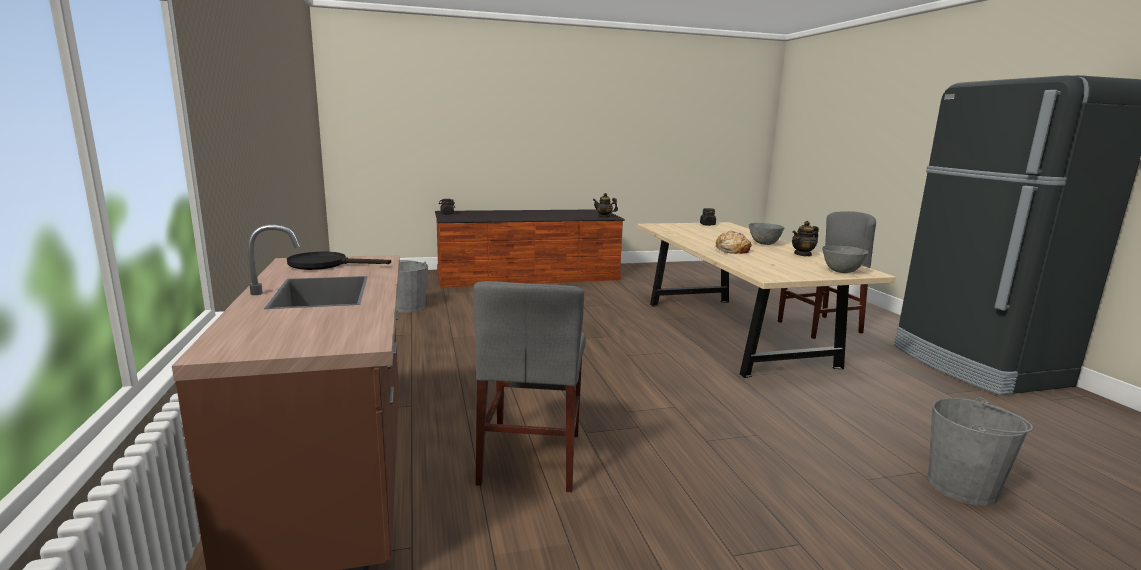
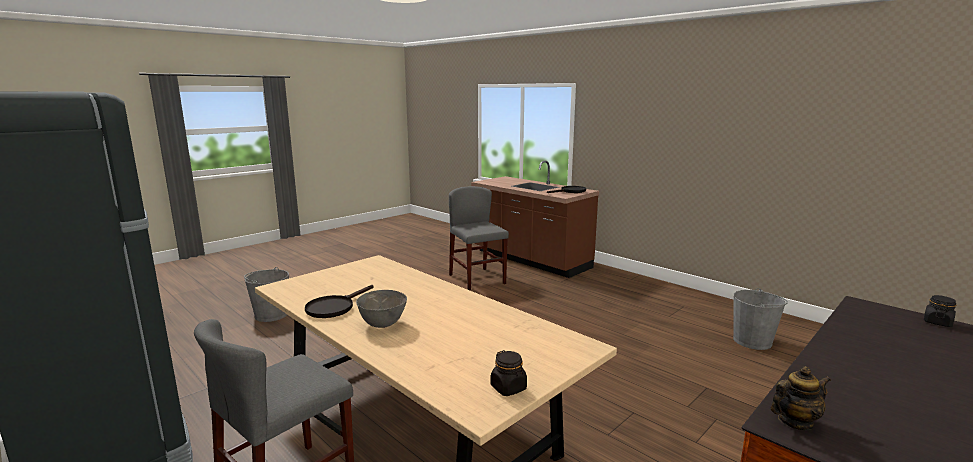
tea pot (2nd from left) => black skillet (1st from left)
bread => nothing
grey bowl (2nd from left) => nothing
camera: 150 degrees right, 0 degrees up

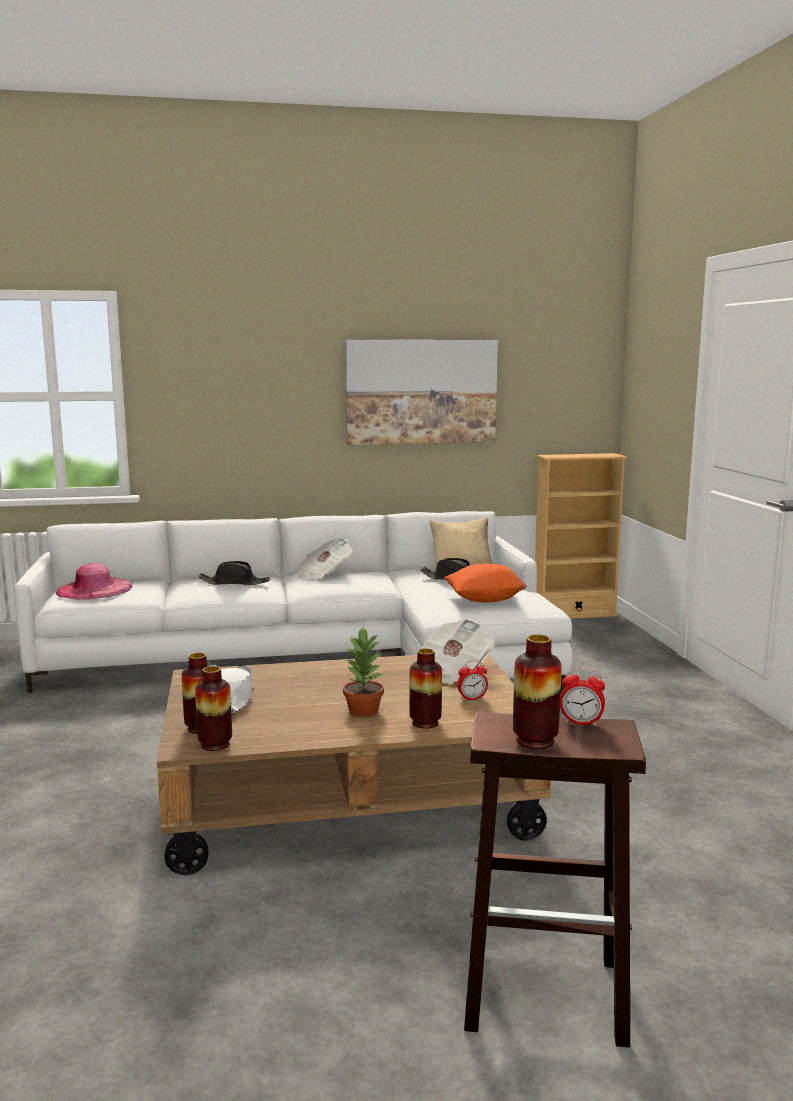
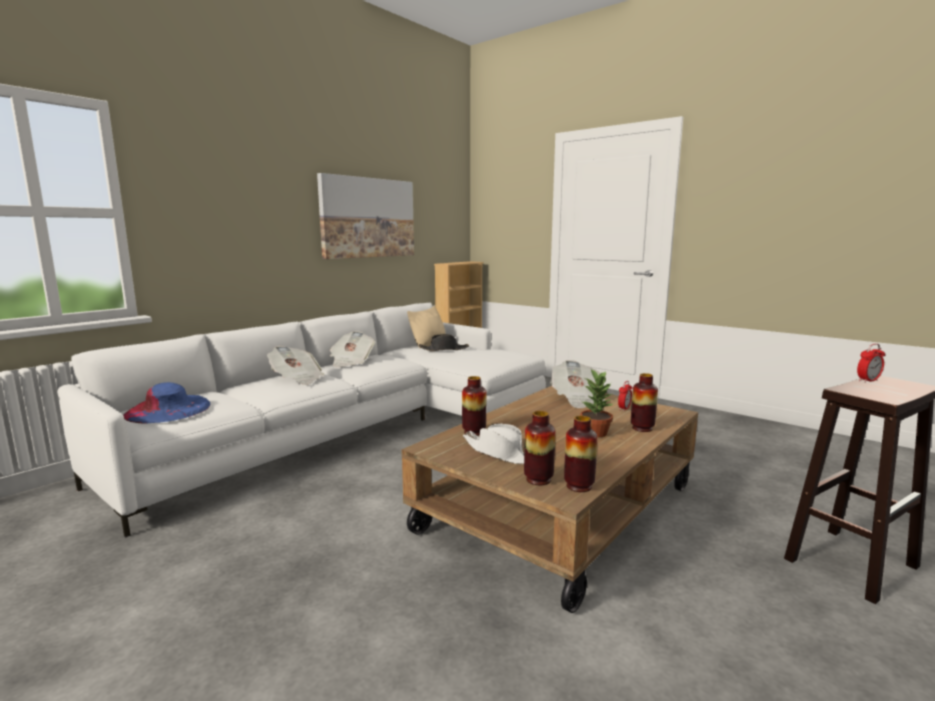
black clothing hat (1st from left) => newspaper (1st from left)
pinkish clothing hat => blue-coloured clothing hat
orange pillow => nothing
flower vase (4th from left in the first image) => flower vase (1st from left), move
camera: 40 degrees left, 0 degrees up

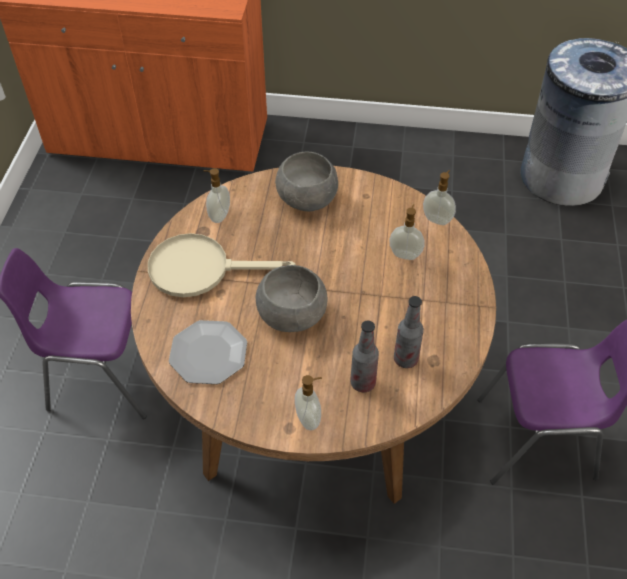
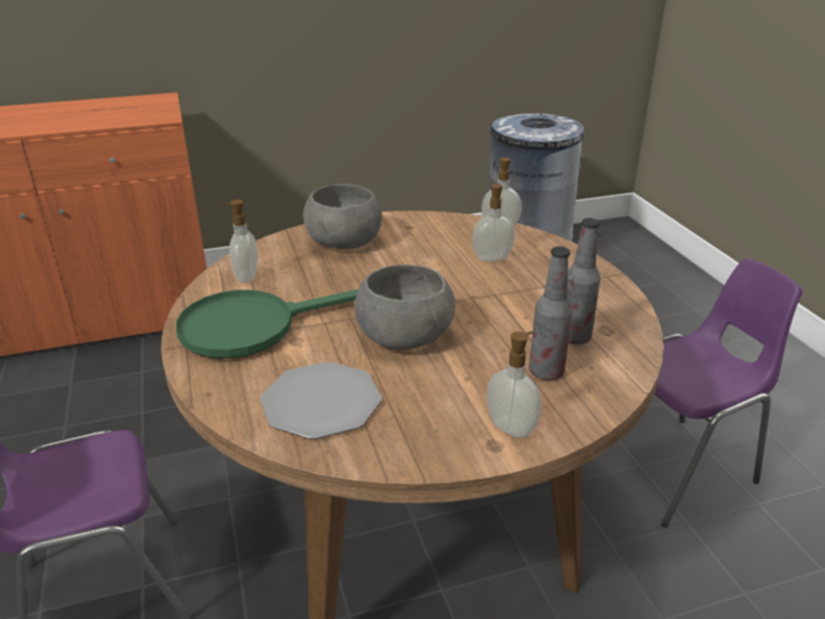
beige-coloured skillet => green-coloured skillet
camera: 25 degrees left, 20 degrees down

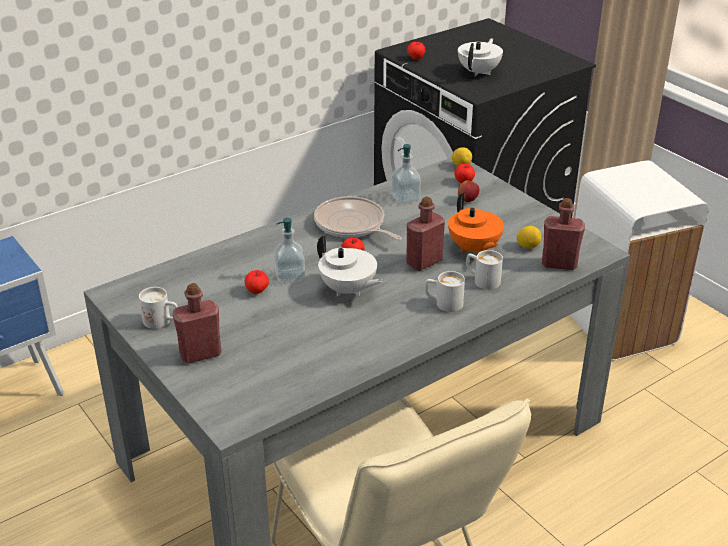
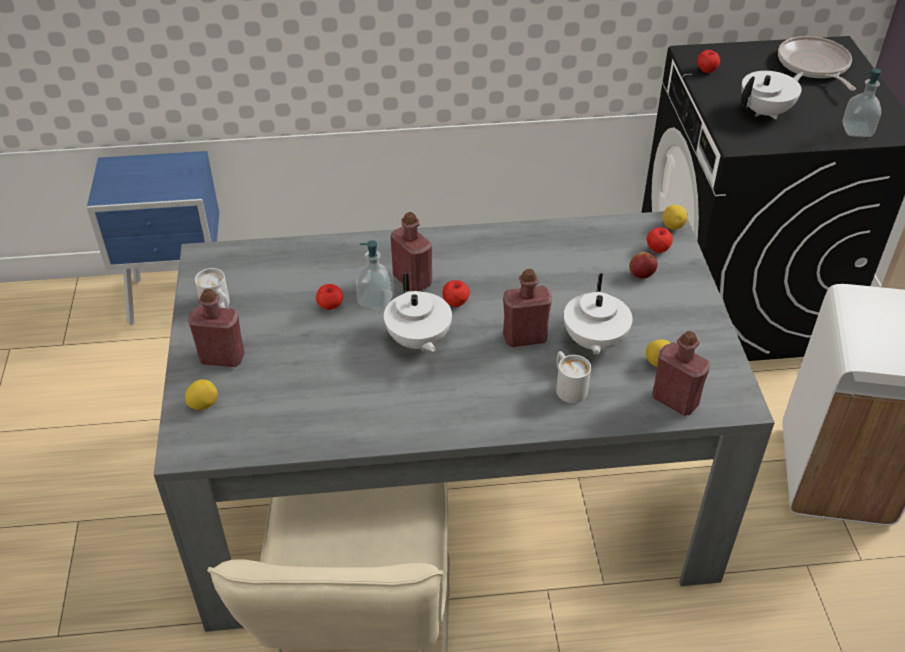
soap dispenser (2nd from left), move
orange tea pot => whitish tea pot (2nd from left)
skillet, move
whitish coffee mug (2nd from left) => nothing
nothing => red bottle (2nd from left)
nothing => whole lemon (1st from left)
camera: 30 degrees right, 10 degrees up

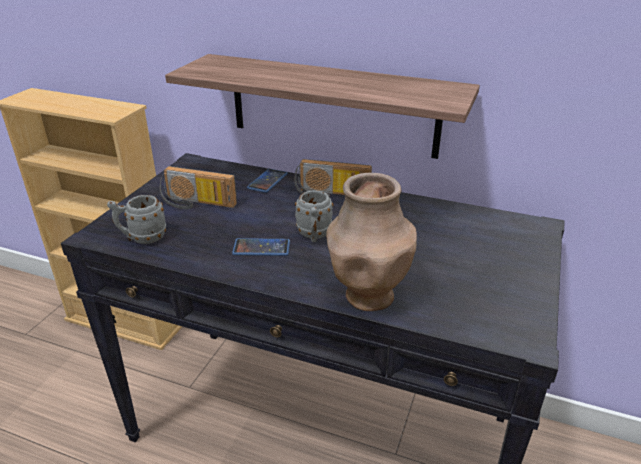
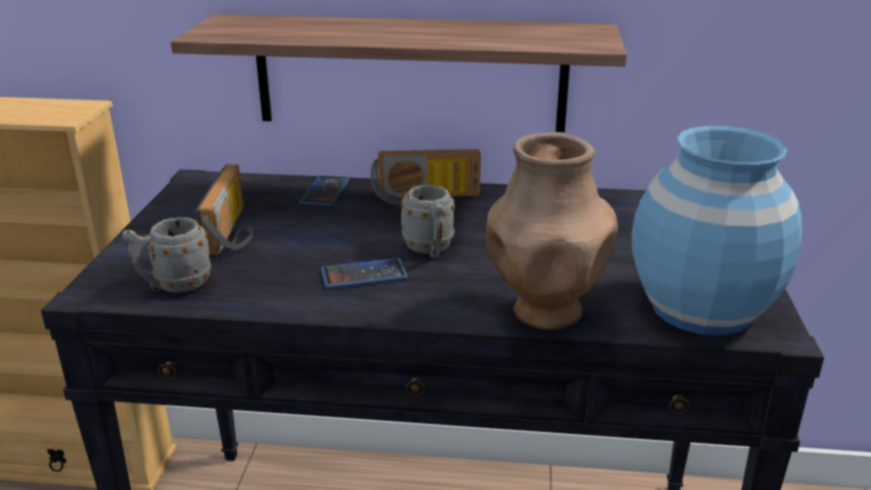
radio (1st from left), 90 degrees counterclockwise
nothing => blue-coloured flower vase
camera: 15 degrees left, 5 degrees down

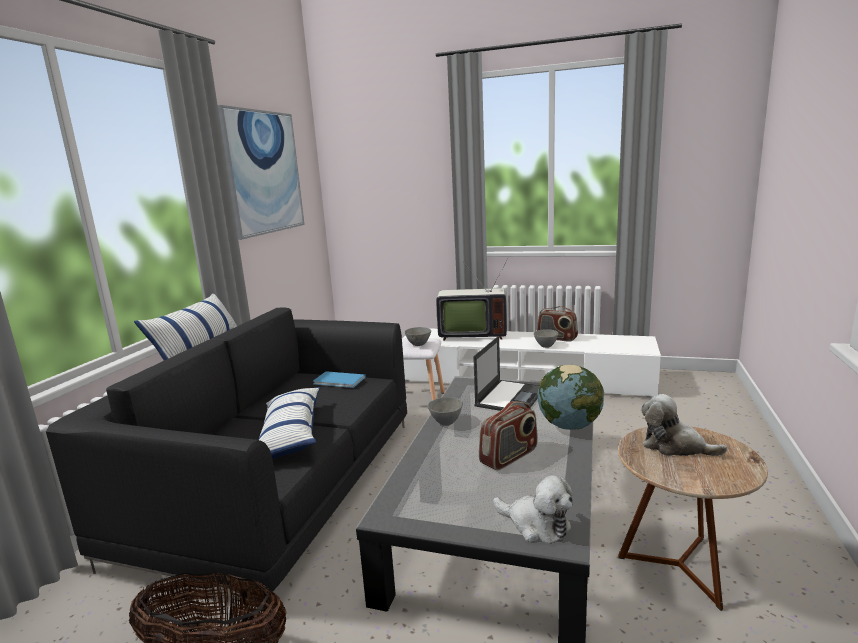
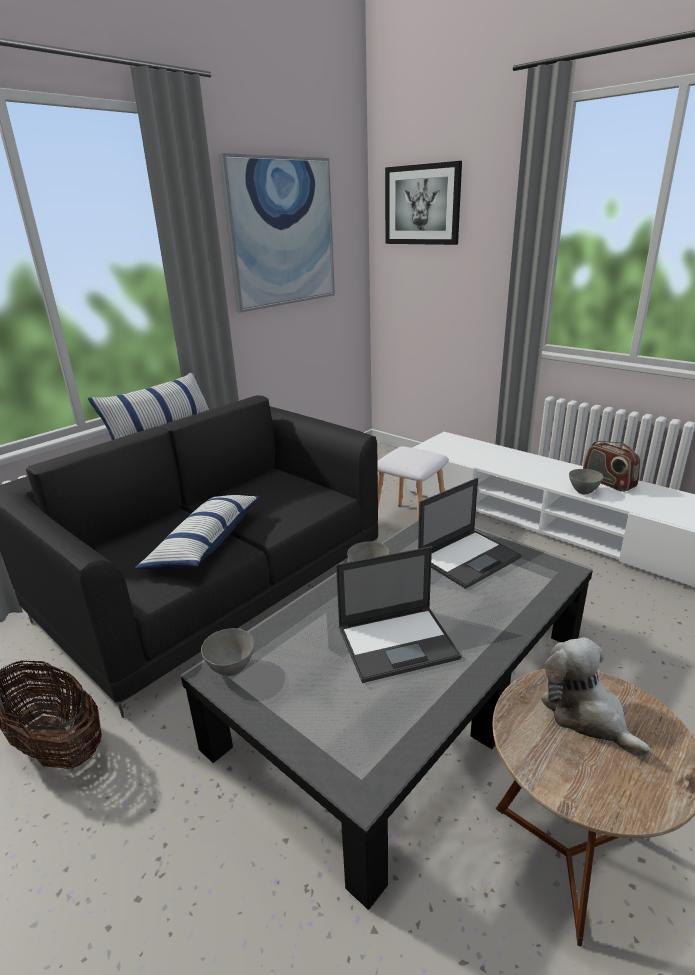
television => nothing
grey bowl (1st from left), move
world globe => nothing
blue-coloured bound book => nothing
radio (1st from left) => portable computer (1st from left)
plush toy (1st from left) => nothing
nothing => picture (2nd from left)
camera: 25 degrees right, 10 degrees up

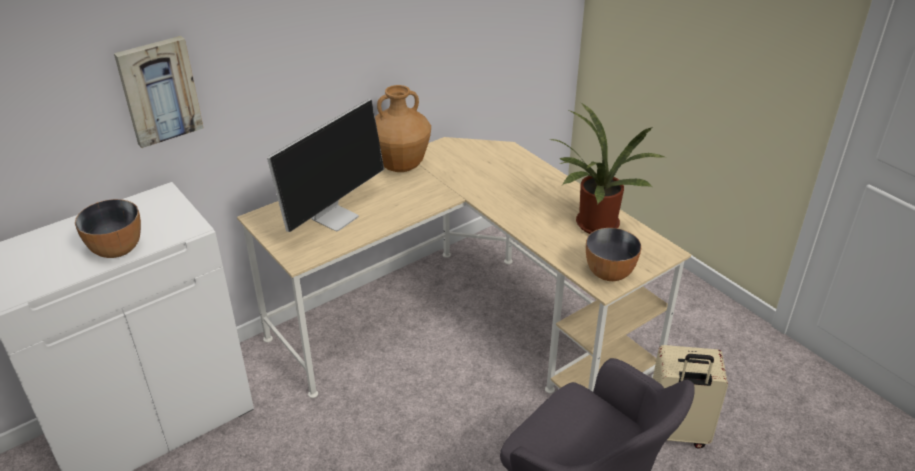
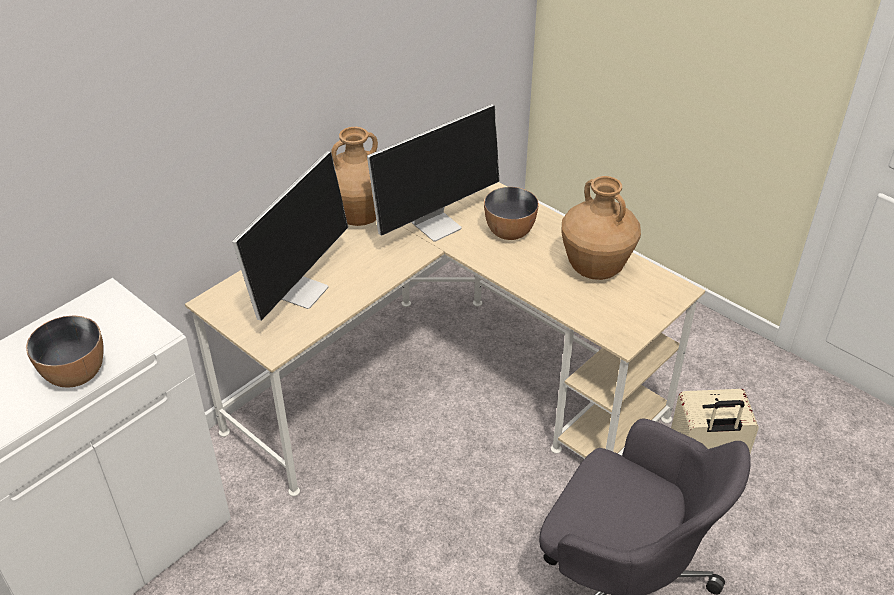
picture => nothing
houseplant => brown-coloured flower vase (2nd from left)
bowl (2nd from left), move
nothing => computer display (2nd from left)
camera: 10 degrees left, 5 degrees up

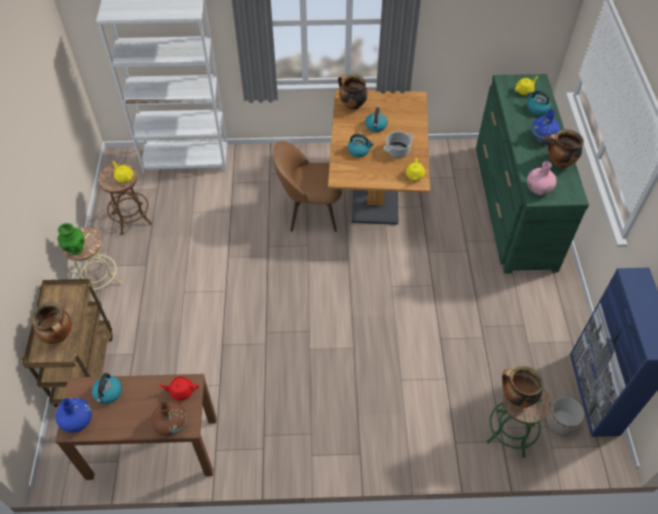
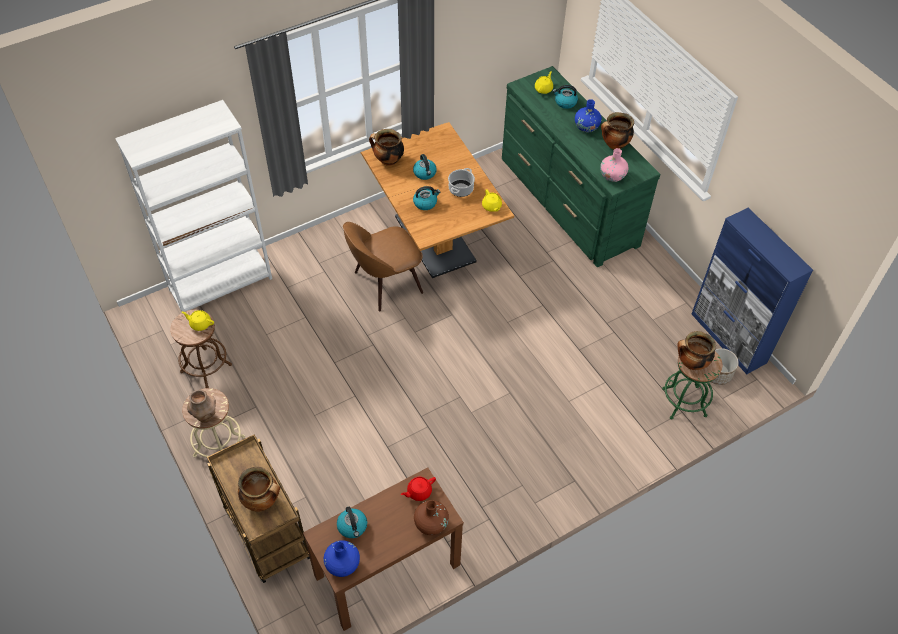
green-coloured flower vase => brown-coloured flower vase (1st from left)
camera: 30 degrees left, 0 degrees up

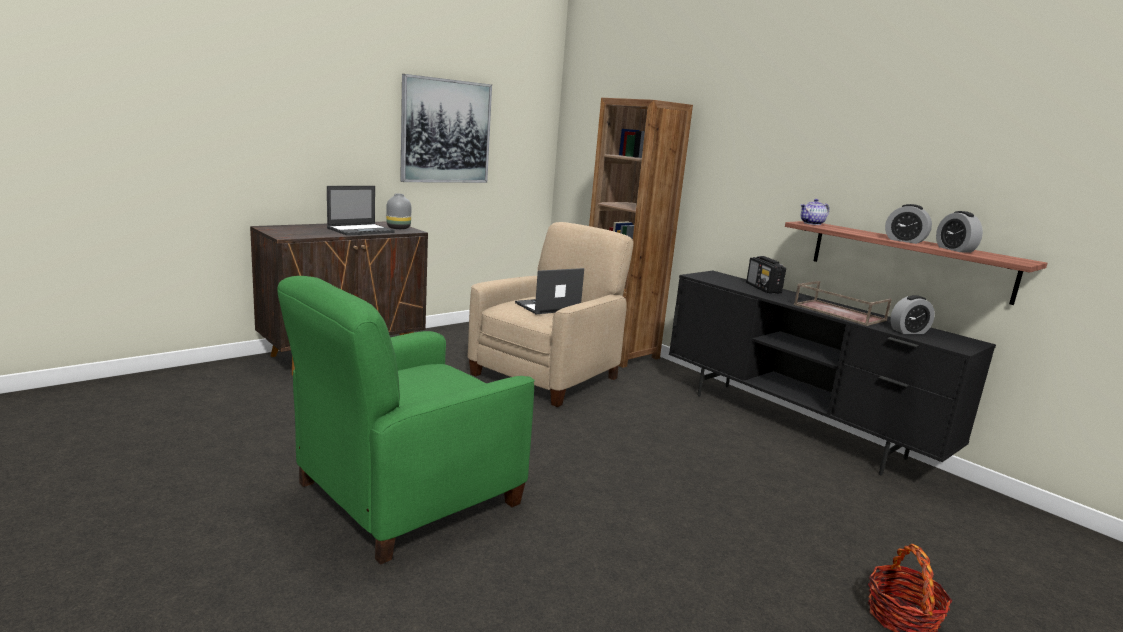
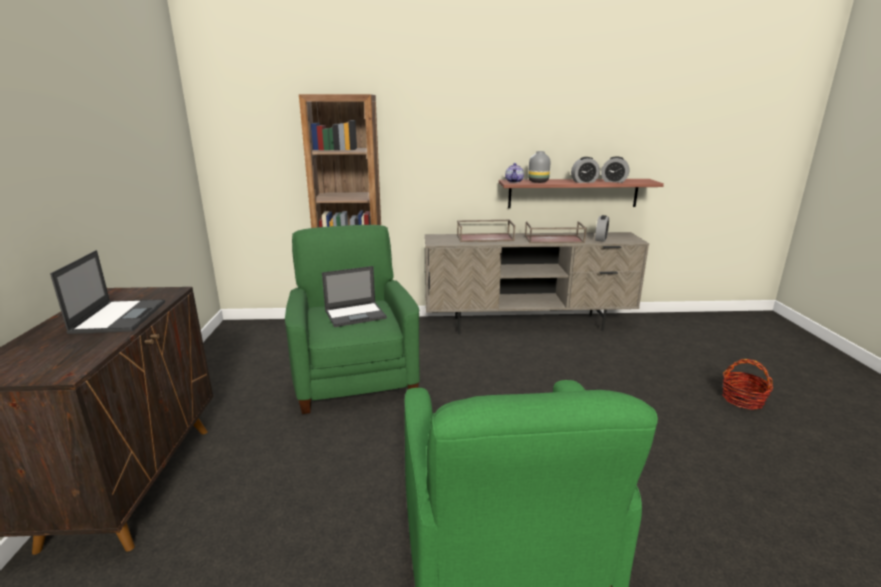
picture => nothing
grey flower vase, move
beige-coloured lounge chair => green-coloured lounge chair (1st from left)
radio => brown-coloured serving tray (1st from left)
portable computer (2nd from left), 120 degrees counterclockwise
black media console => beige-coloured media console
camera: 50 degrees left, 5 degrees up

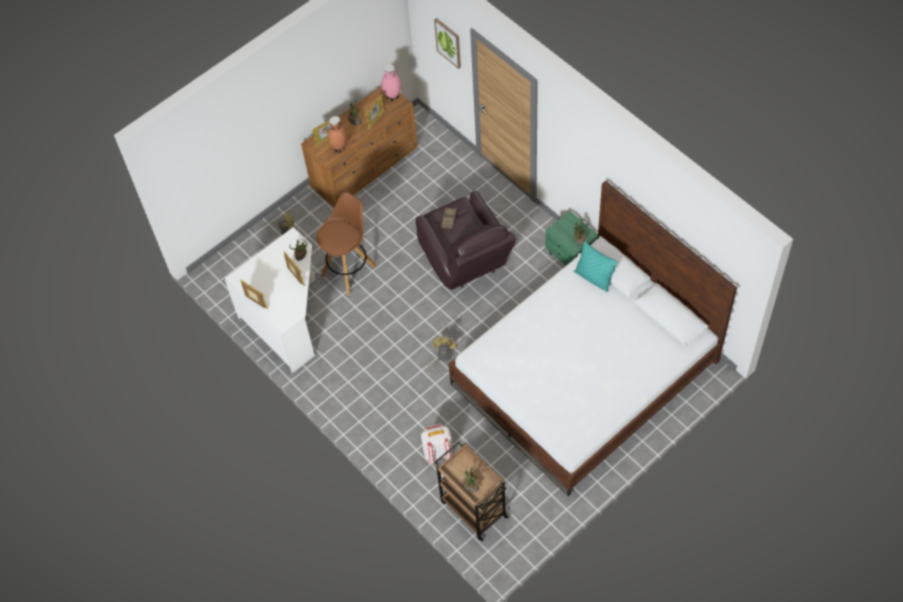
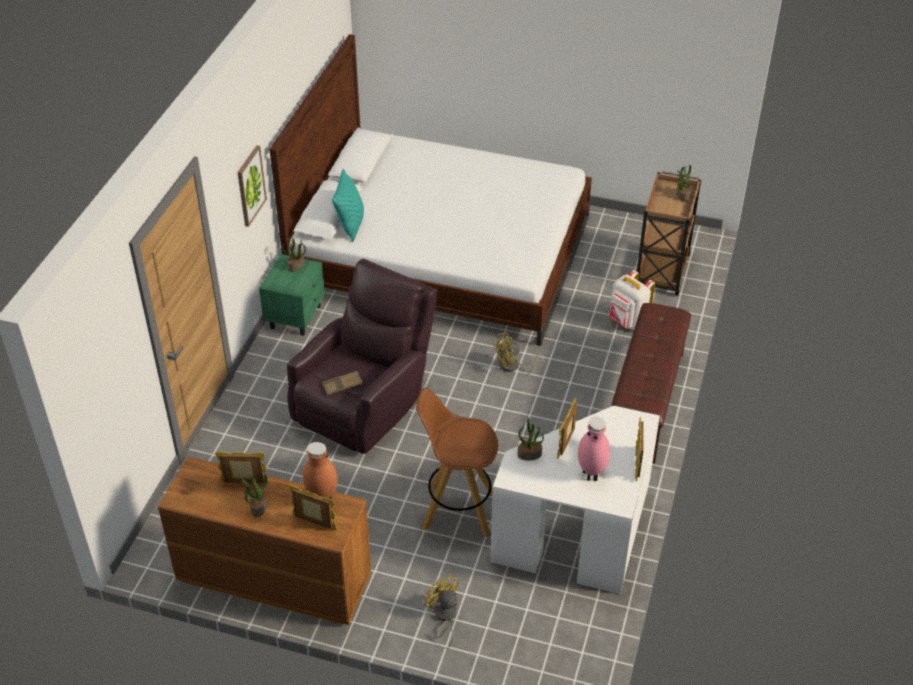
picture, move
pinkish flower vase, move
nothing => brown-coloured long seat
camera: 125 degrees left, 15 degrees down

